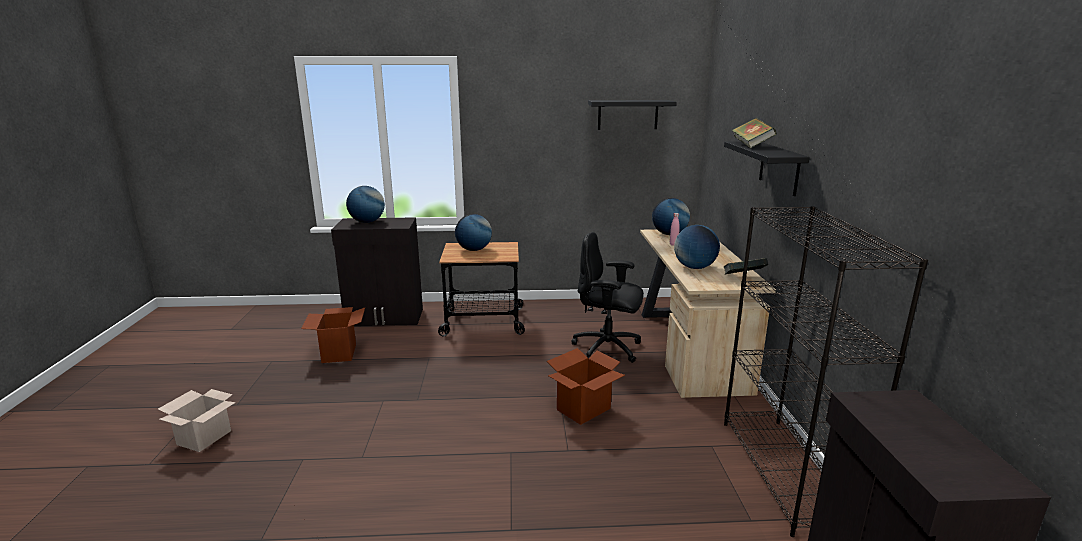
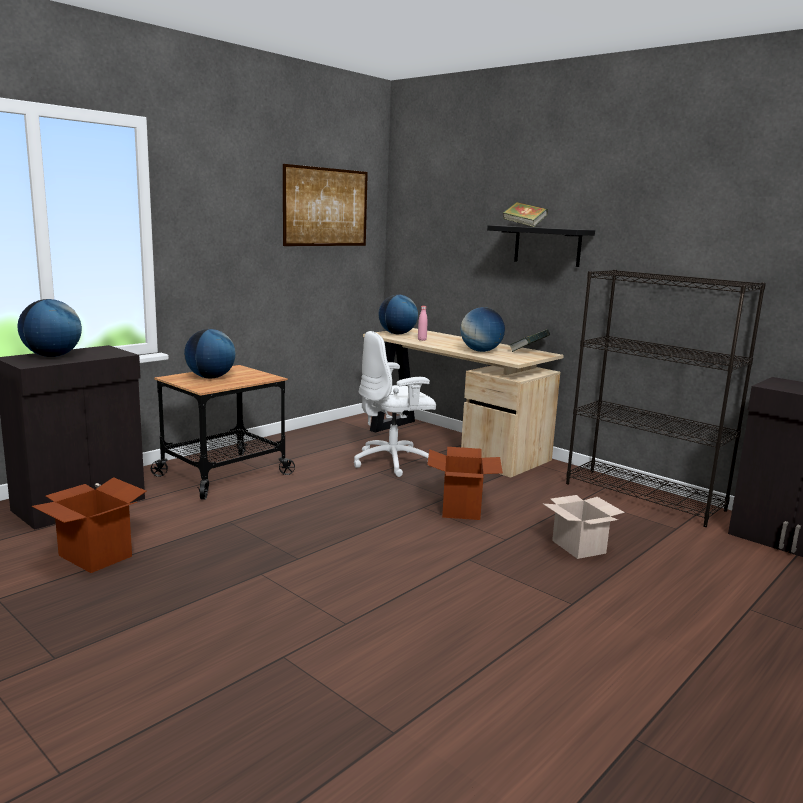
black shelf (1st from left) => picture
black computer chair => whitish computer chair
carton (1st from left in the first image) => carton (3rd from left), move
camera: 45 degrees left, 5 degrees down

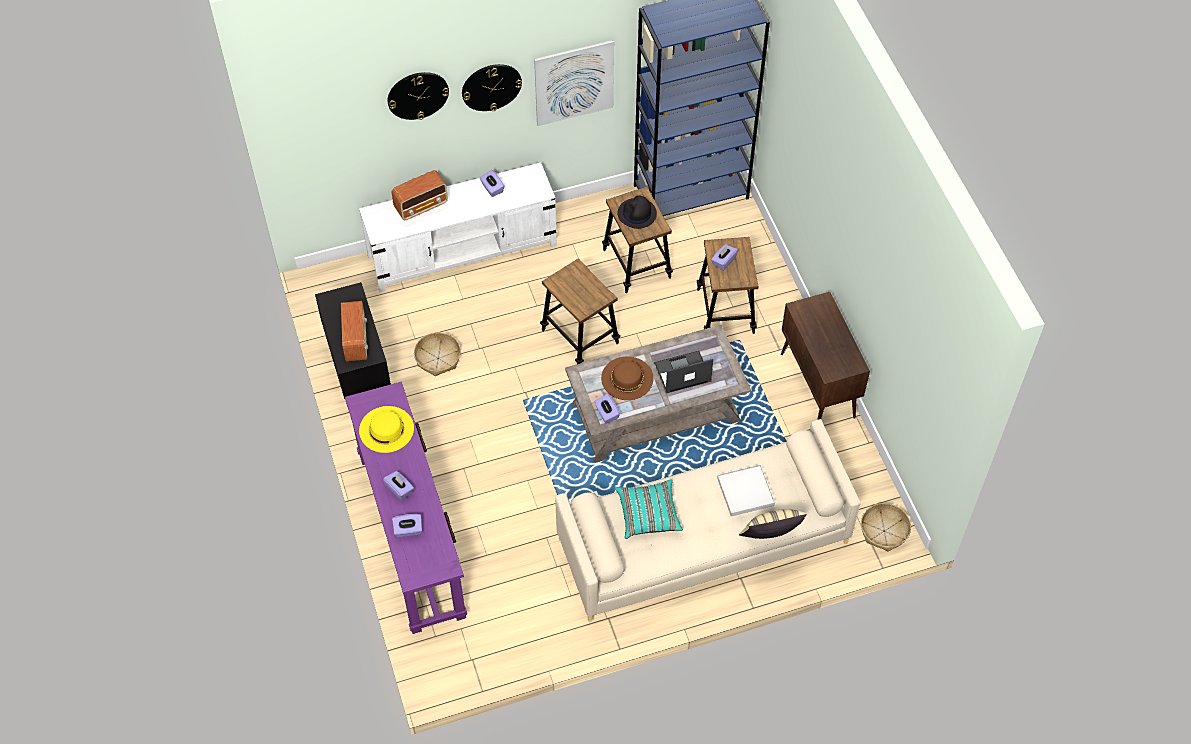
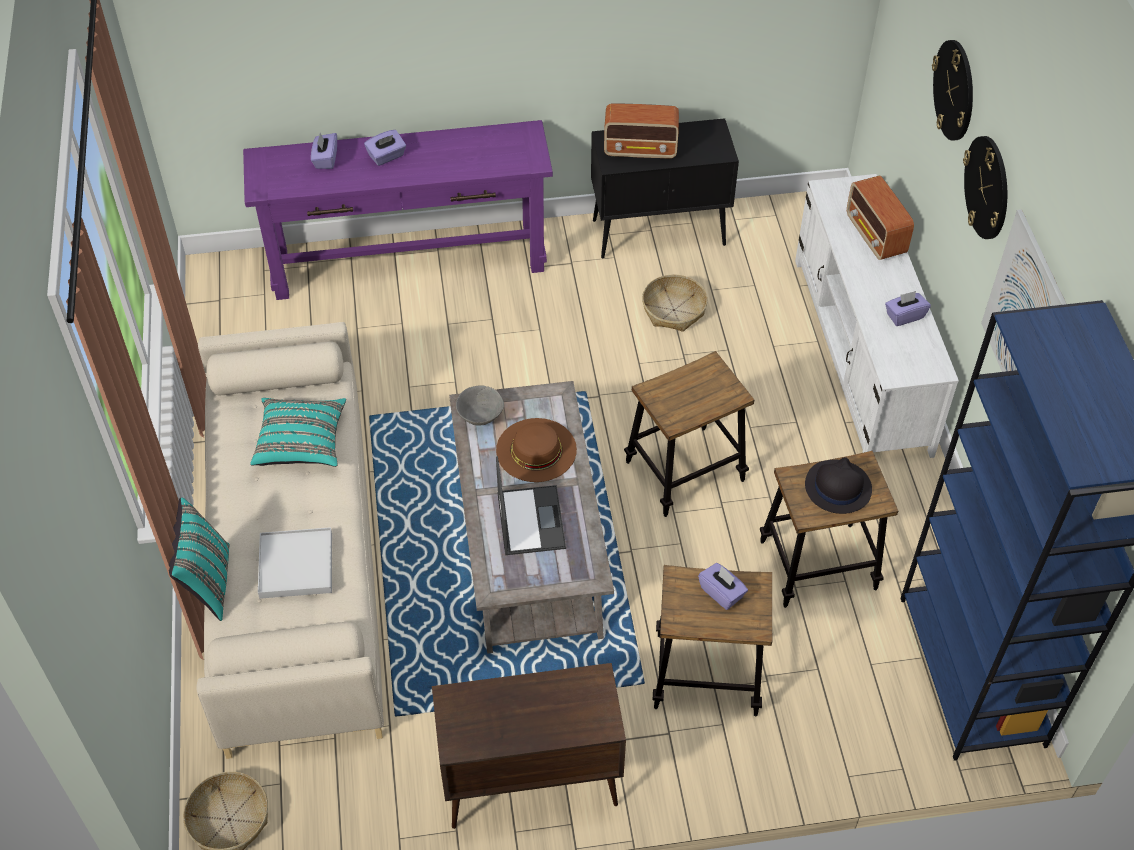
purplish tissue box (4th from left) => grey bowl
yellowish clothing hat => nothing
beige-coloured pillow => turquoise pillow (1st from left)
camera: 100 degrees right, 5 degrees down

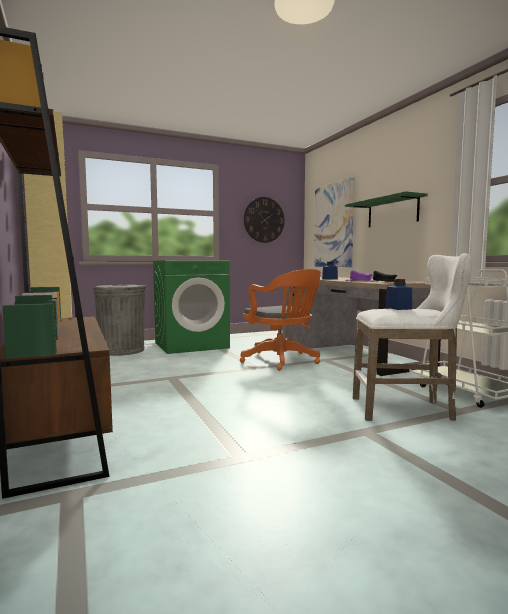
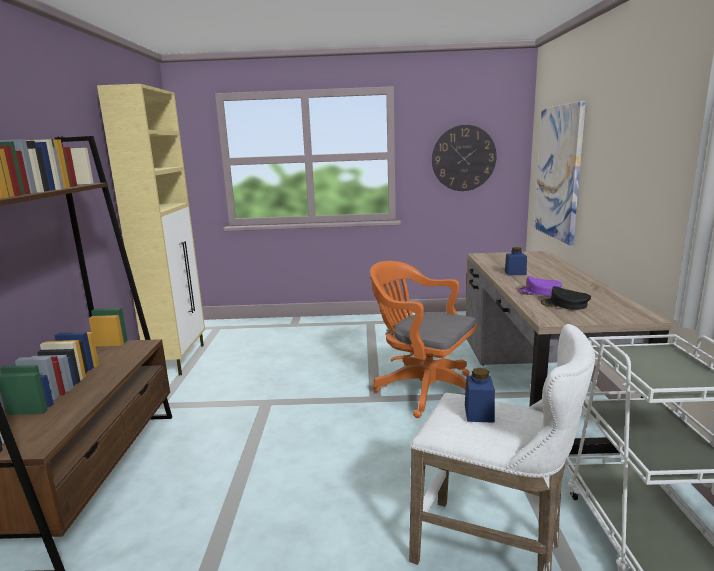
green-coloured shelf => nothing
green-coloured washing machine => nothing
orange computer chair, 135 degrees clockwise
grey waste bin => nothing
camera: 25 degrees right, 10 degrees up

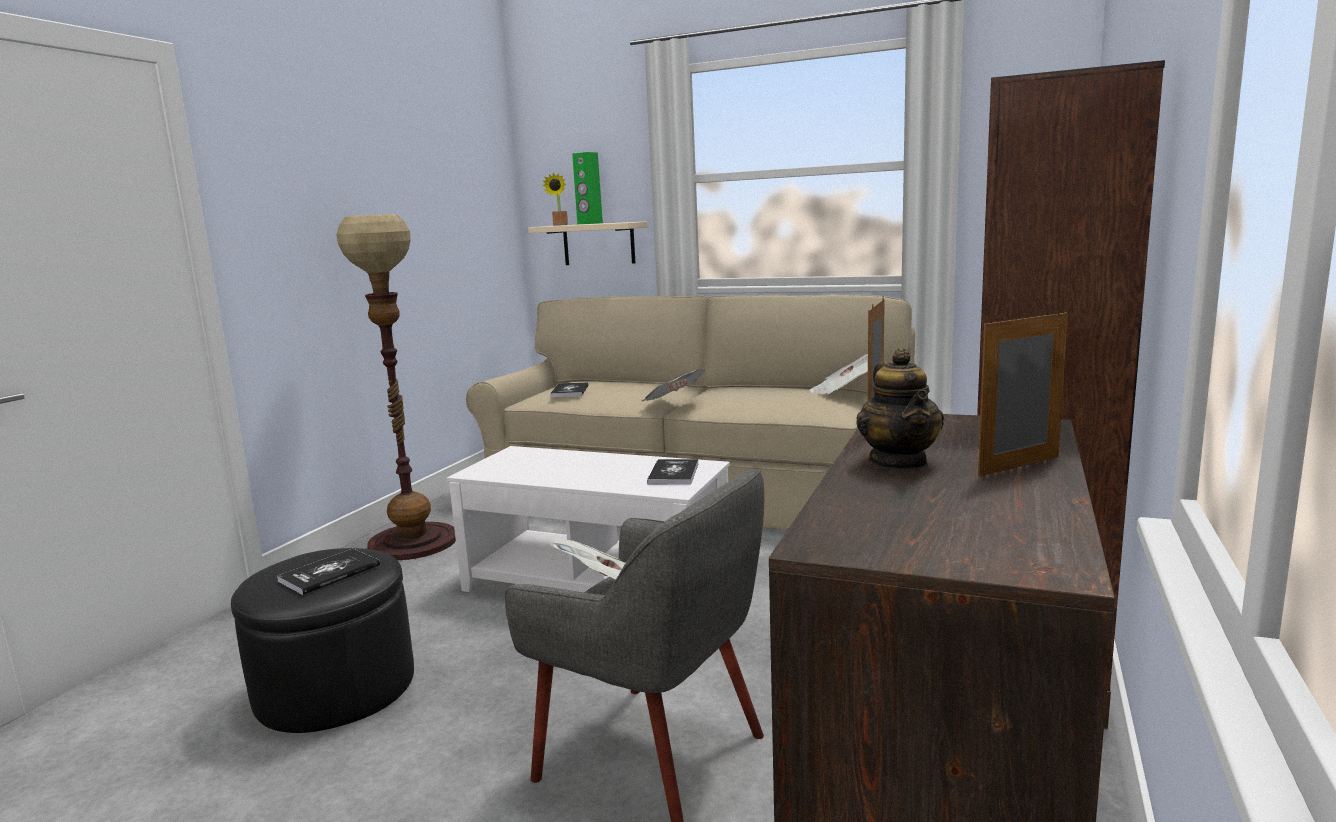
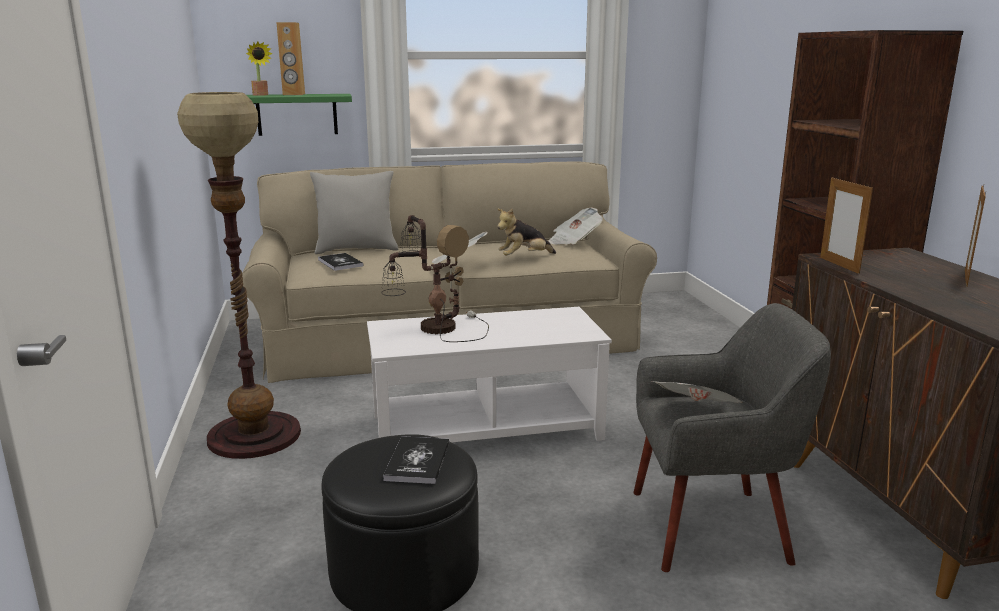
green-coloured audio speaker => brown-coloured audio speaker
beige-coloured shelf => green-coloured shelf
tea pot => nothing
bound book (3rd from left) => nothing
nothing => grey pillow
nothing => plush toy
nothing => tabletop lamp
camera: 35 degrees left, 5 degrees up

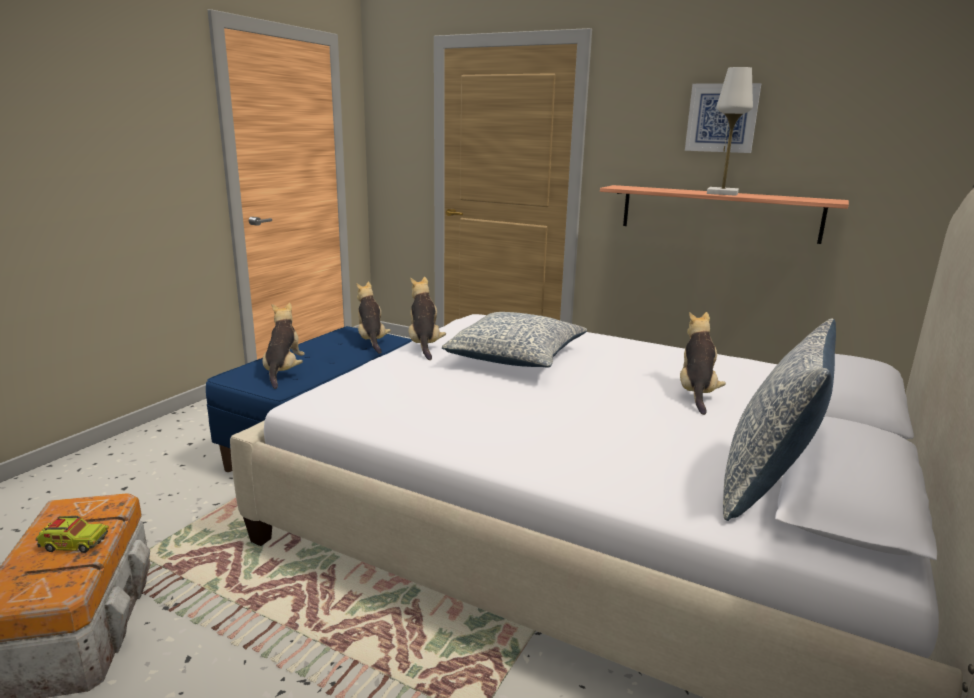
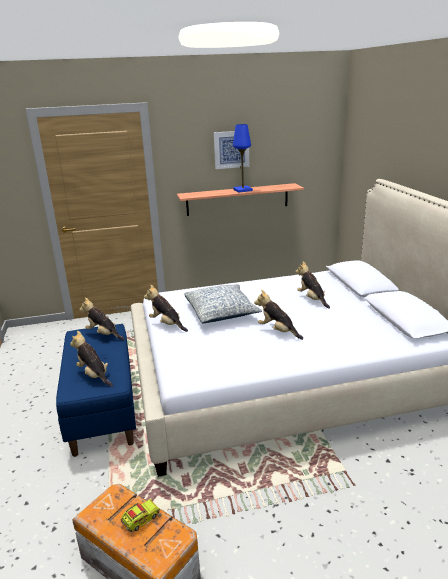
whitish tabletop lamp => blue-coloured tabletop lamp
pillow (2nd from left) => nothing
nothing => plush toy (4th from left)
camera: 40 degrees left, 5 degrees up

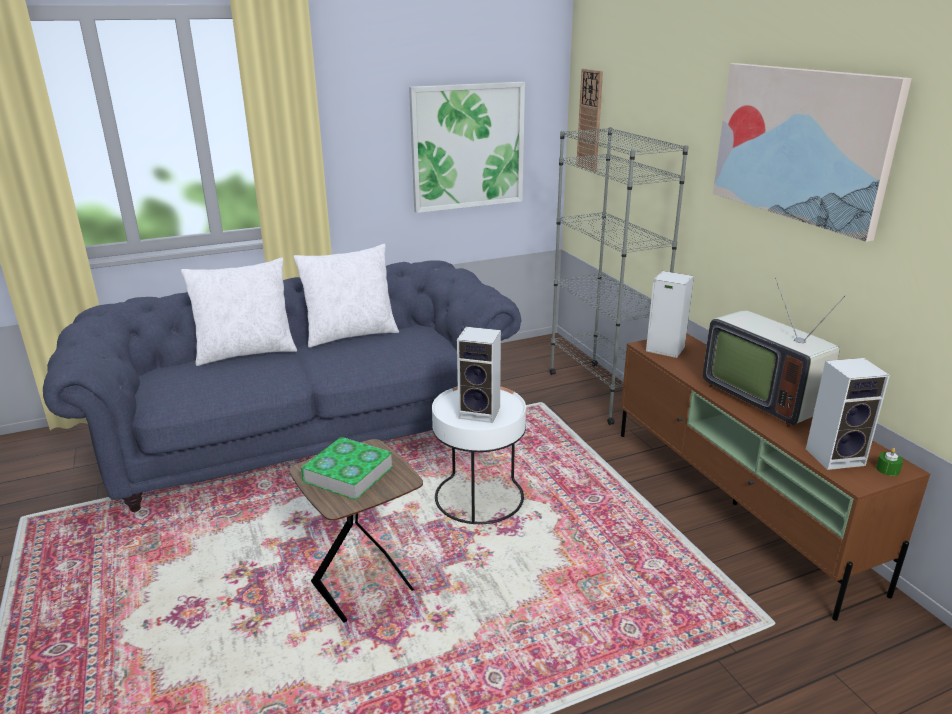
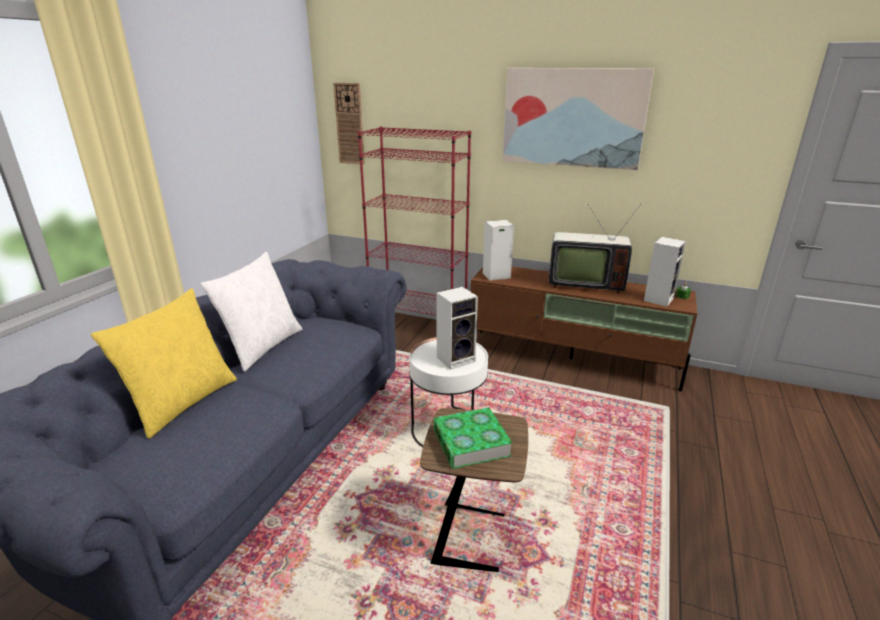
picture (1st from left) => nothing
grey shelving unit => red shelving unit
whitish pillow (1st from left) => yellowish pillow
camera: 45 degrees left, 0 degrees up

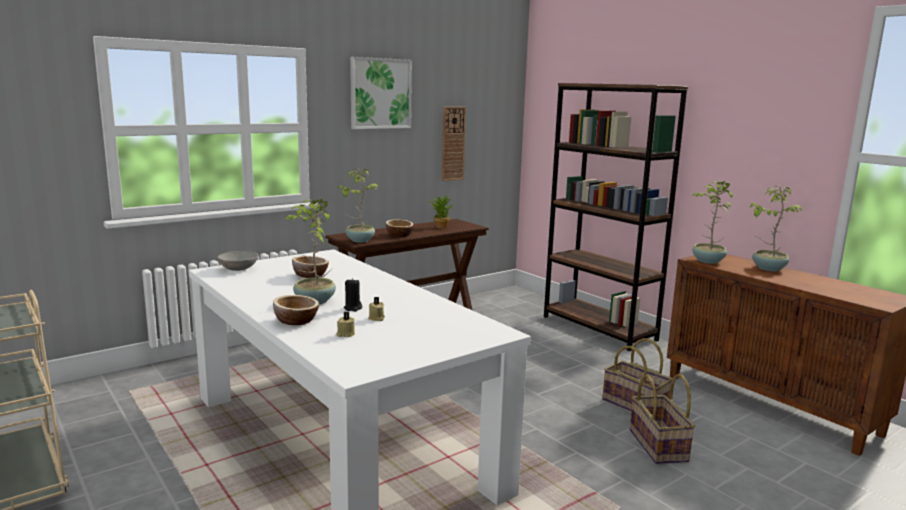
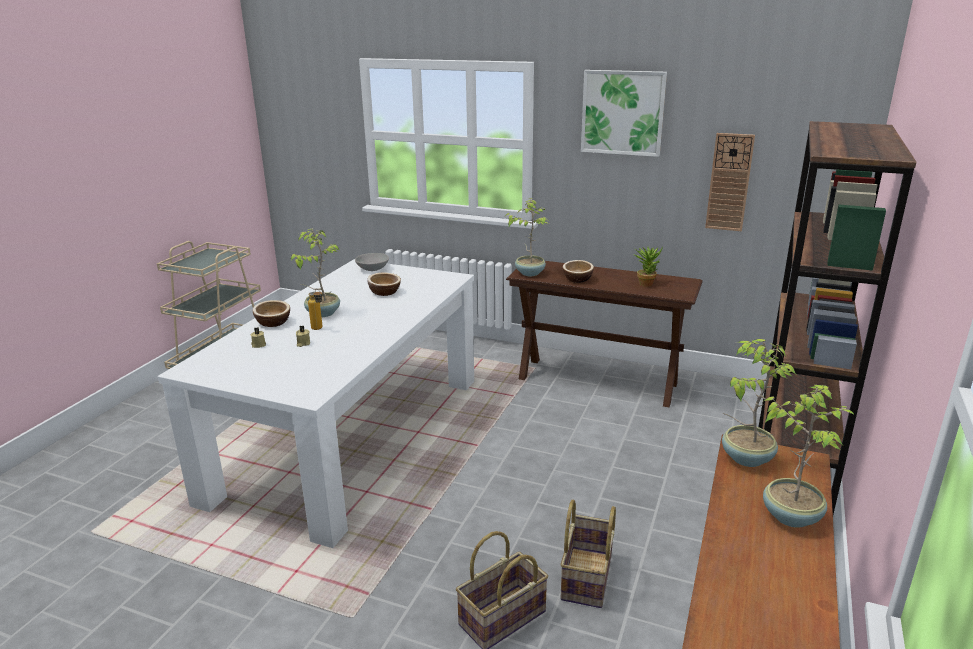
black wax light => bottle
camera: 60 degrees right, 10 degrees up

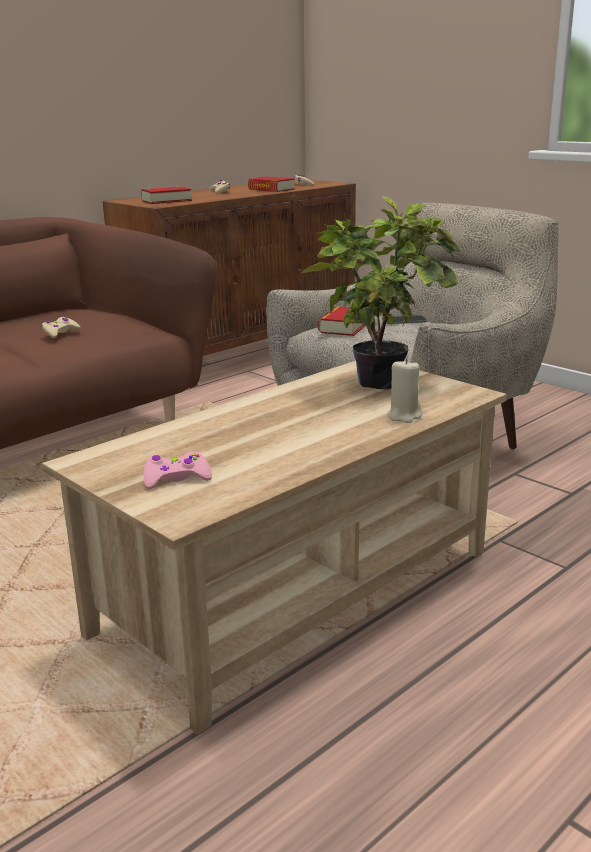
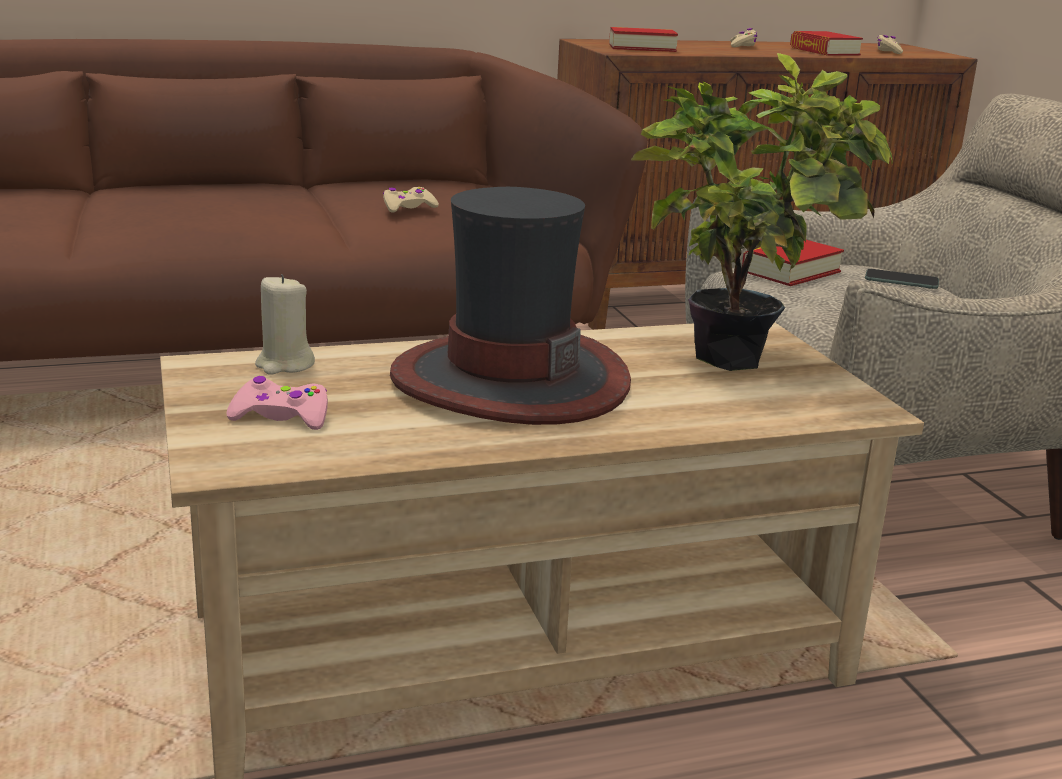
beige-coloured wax light, move
nothing => clothing hat
camera: 25 degrees right, 0 degrees up

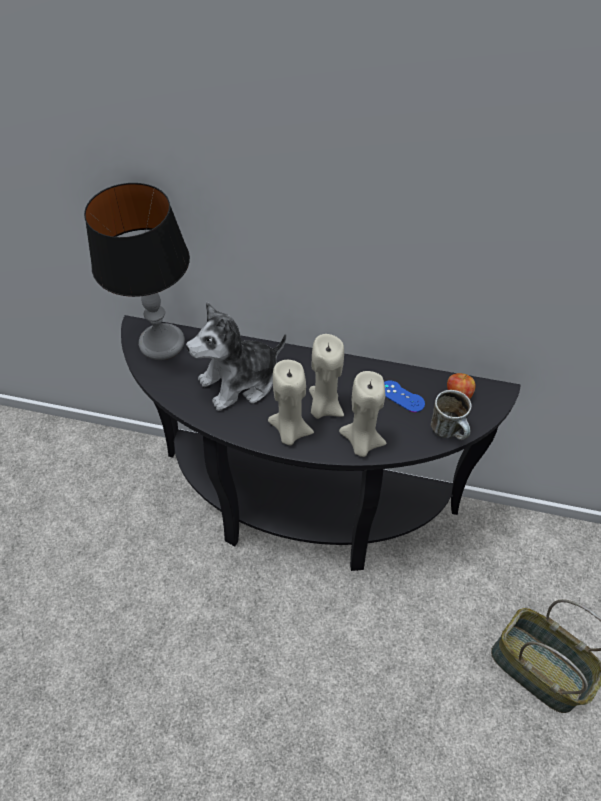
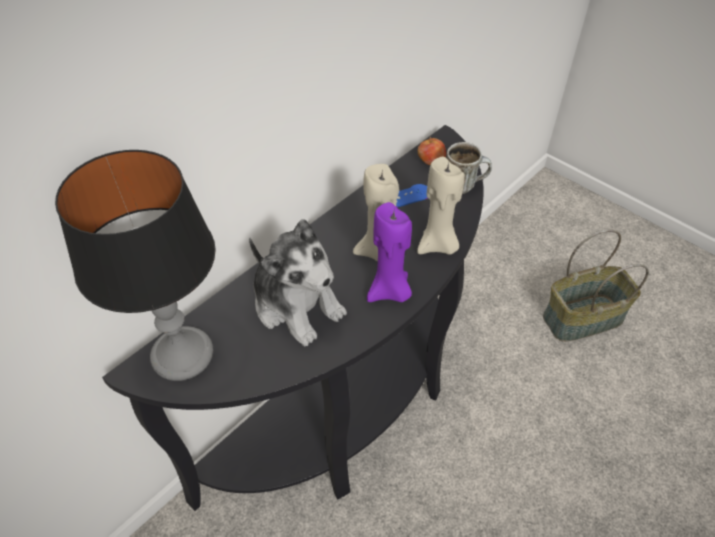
plush toy, 45 degrees counterclockwise
beige-coloured wax light (1st from left) => purplish wax light
camera: 60 degrees left, 5 degrees down

